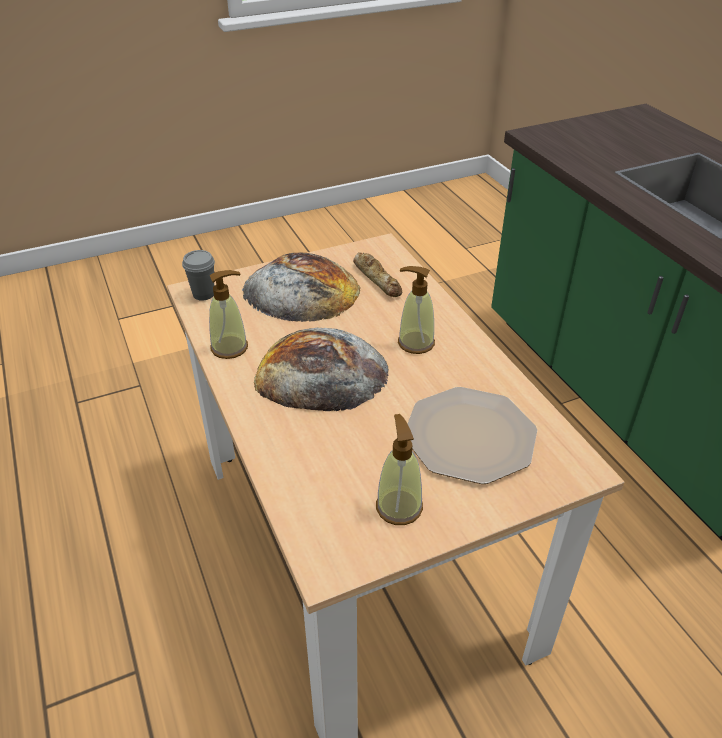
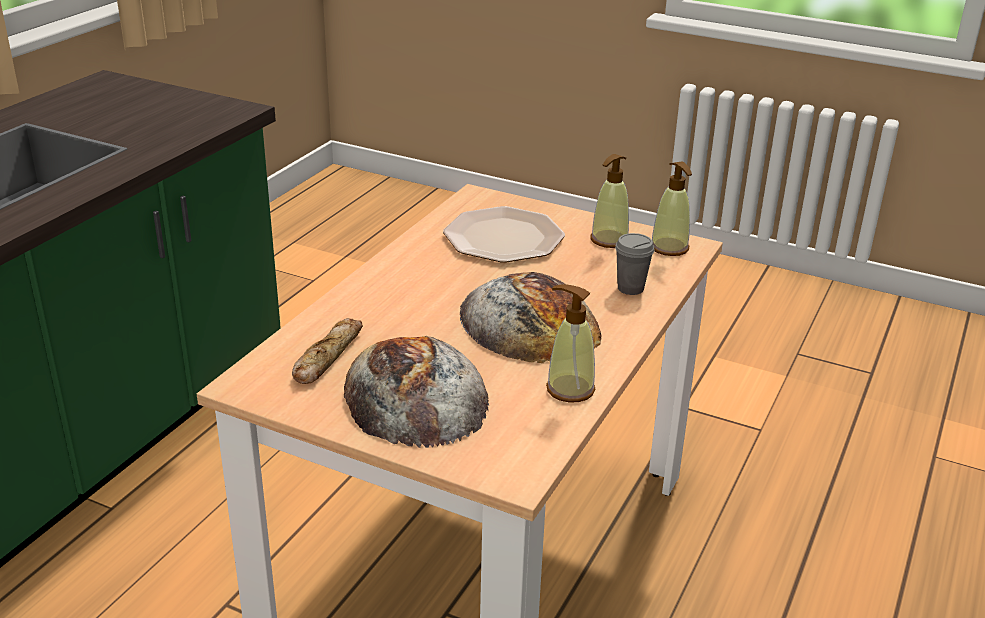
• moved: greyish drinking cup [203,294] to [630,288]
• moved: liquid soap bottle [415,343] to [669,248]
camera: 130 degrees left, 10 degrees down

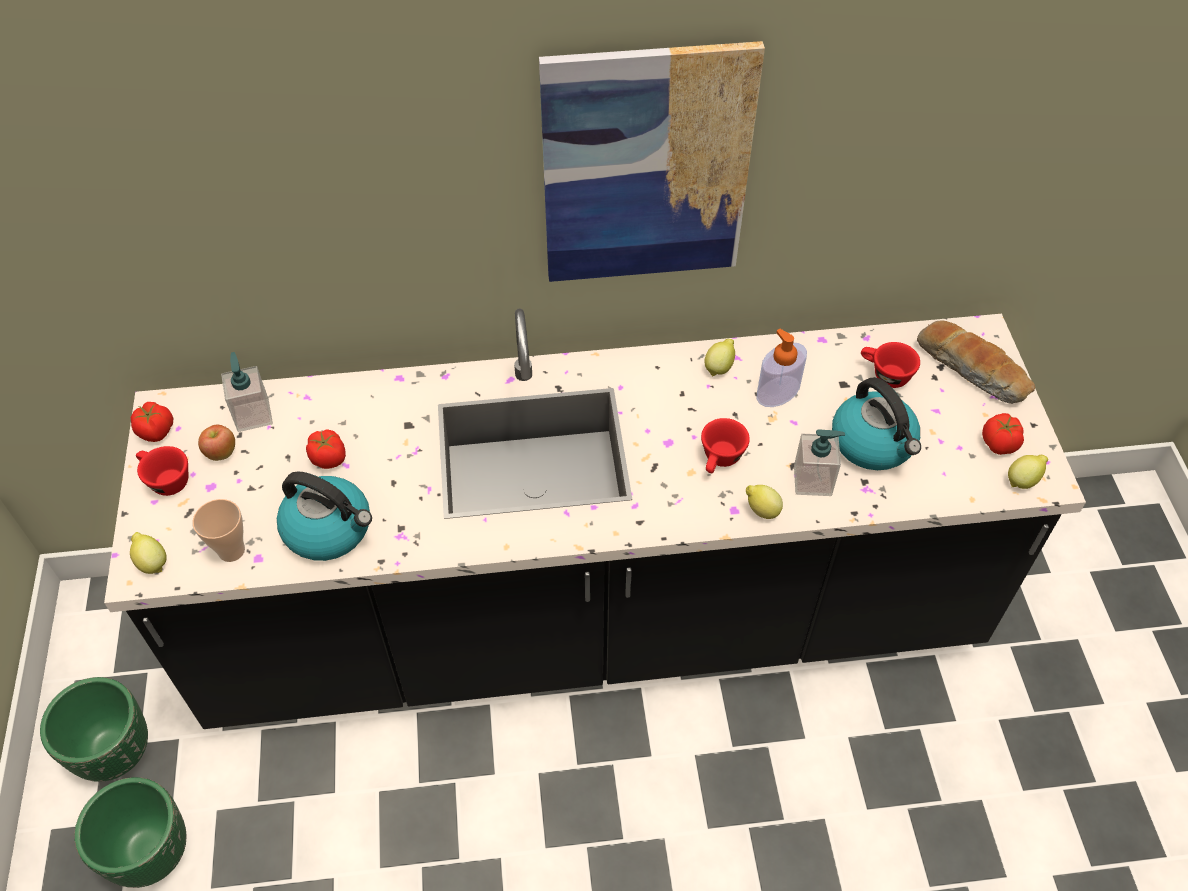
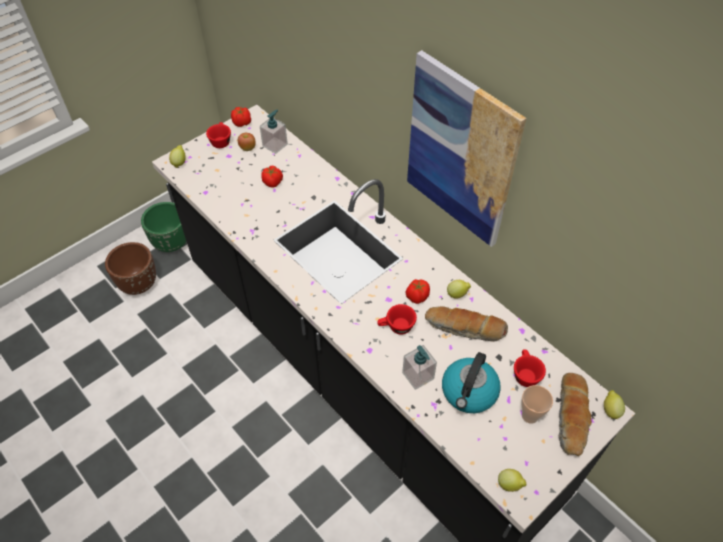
• recoloured: greenish plant pot [152,853] to brown plant pot [139,285]
• moved: drinking cup [231,550] to [530,415]
• removed: water kettle [330,529]
• moved: whole lemon [761,510] to [610,410]
• replaced: liquid soap bottle [778,392] to bread [464,329]
• moved: fresh tomato [998,444] to [417,297]
camera: 55 degrees right, 0 degrees up

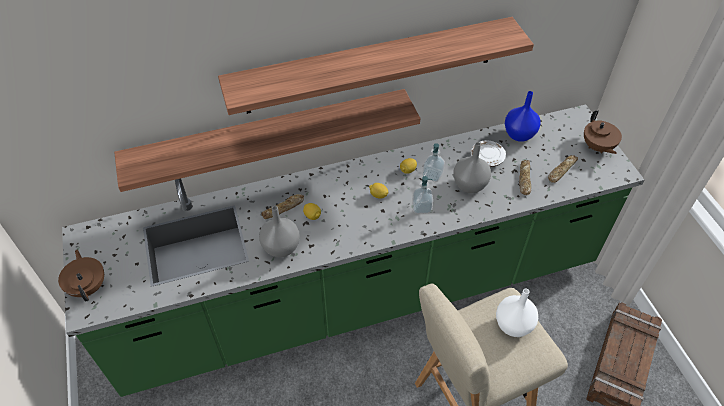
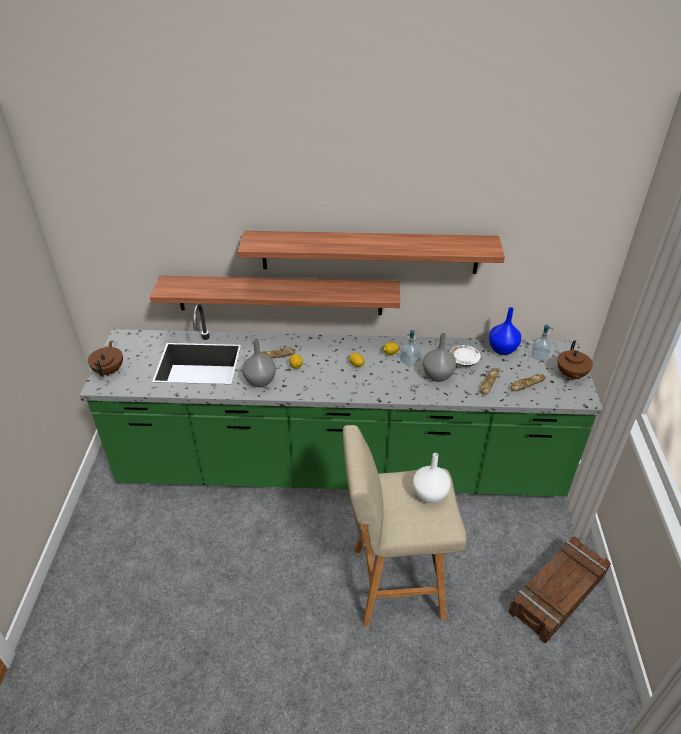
• moved: liquid soap bottle [421,207] to [539,356]
camera: 20 degrees right, 10 degrees down

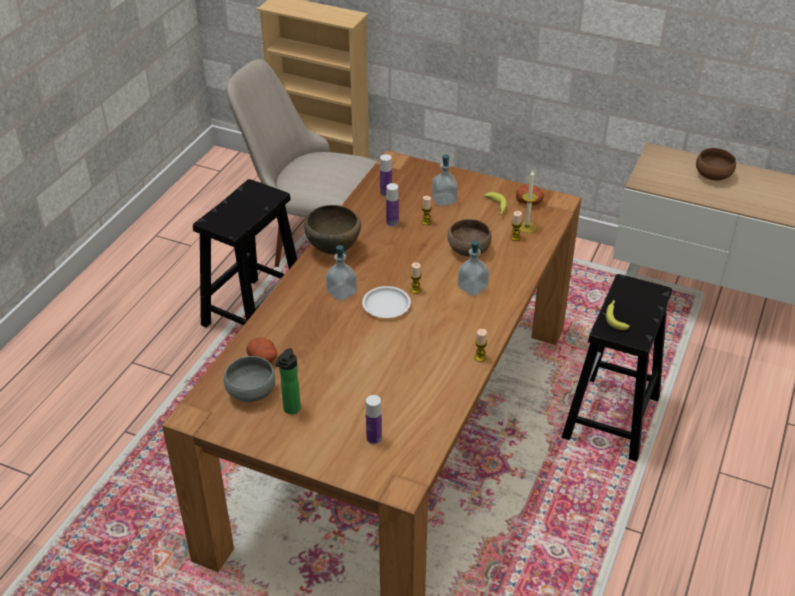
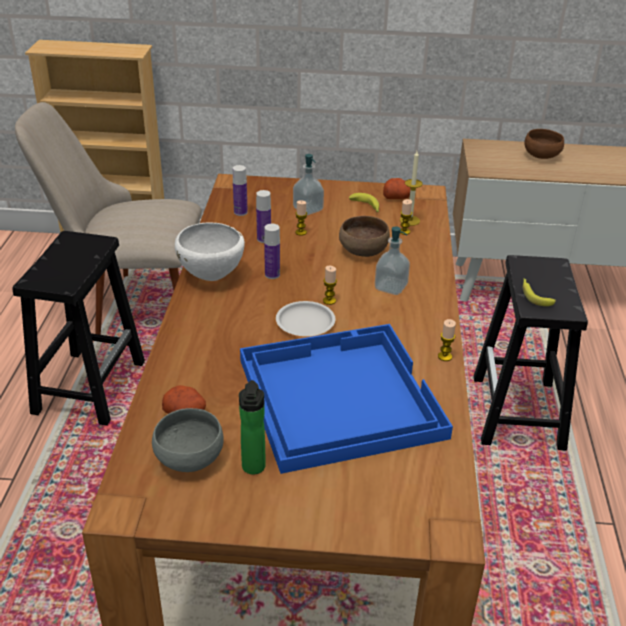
• recoloured: brown bowl [334,250] to whitish bowl [212,277]
• removed: liquid soap bottle [341,293]
• moved: beverage bottle [374,438] to [272,275]
• added: blue-coloured carrying tray [337,397]
camera: 20 degrees left, 5 degrees down

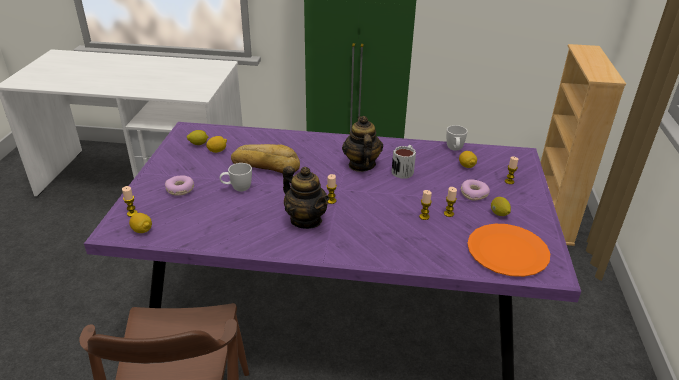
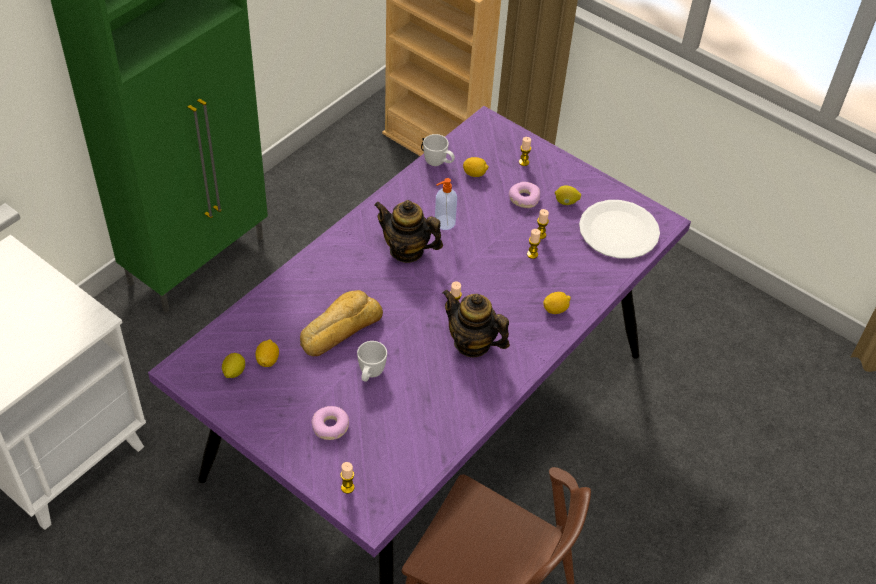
• moved: whole lemon [142,230] to [555,309]
• turned: pot for tea [306,220] = [472,343] 135 degrees counterclockwise
• replaced: coffee mug [404,170] to liquid soap bottle [444,223]
• recoloured: orangey flat dish [507,251] to whitish flat dish [619,231]
camera: 60 degrees left, 15 degrees up

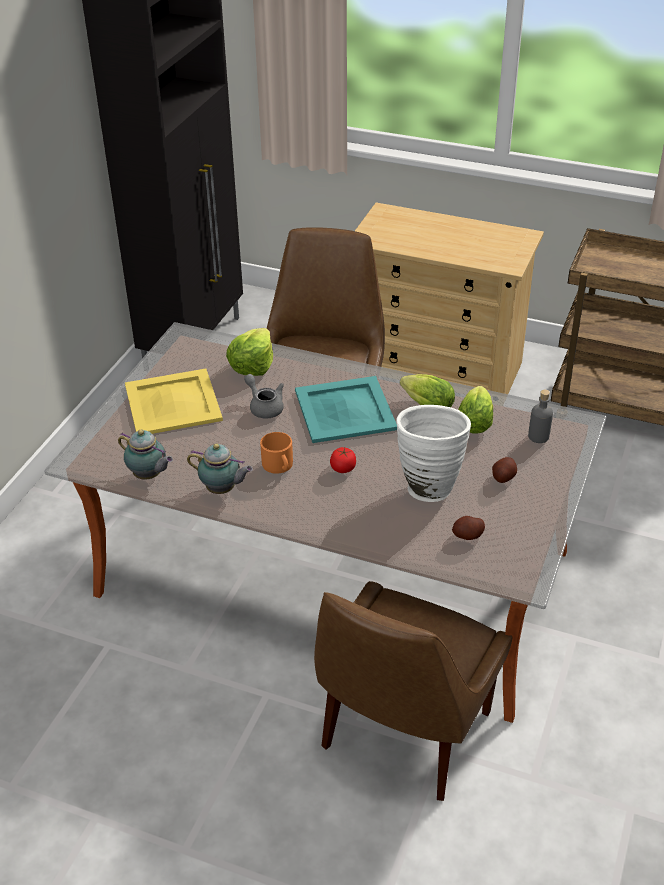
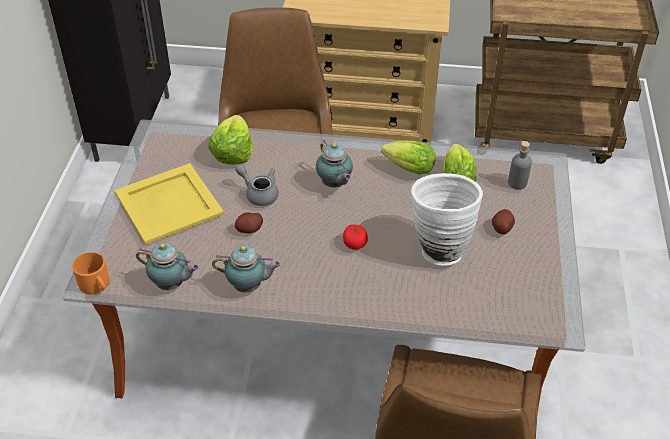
• moved: orangey coffee mug [279,465] to [96,285]
• replaced: turquoise carrying tray [344,409] to pot for tea [334,184]
• moved: whole potato [468,535] to [249,229]
camera: 15 degrees left, 5 degrees up

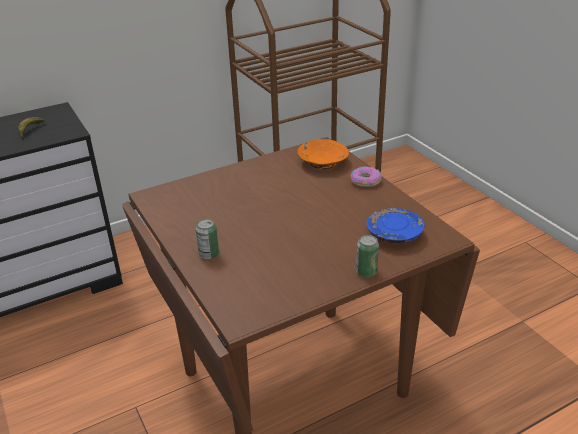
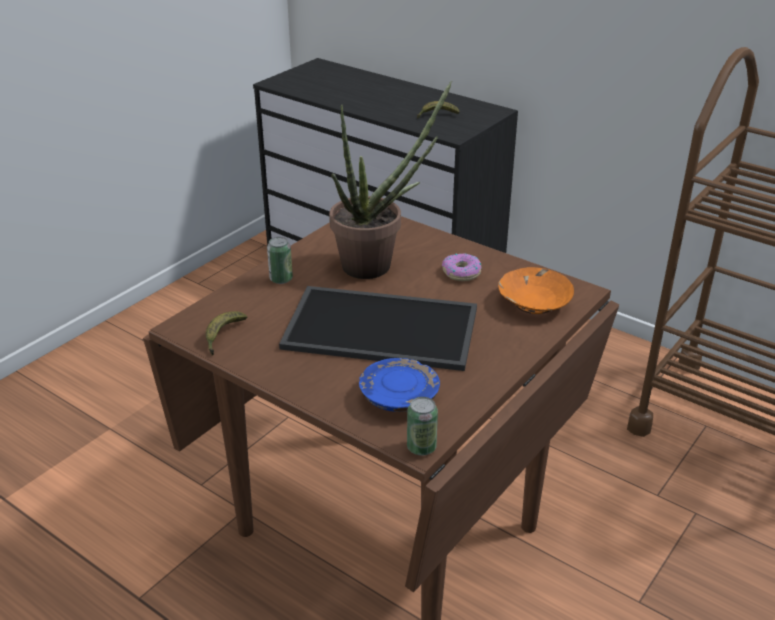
• moved: ring doughnut [365,181] to [461,272]
• moved: can [366,272] to [421,447]
• added: banana [223,336]
• added: carrying tray [383,327]
• added: houseplant [377,264]
camera: 65 degrees right, 0 degrees up

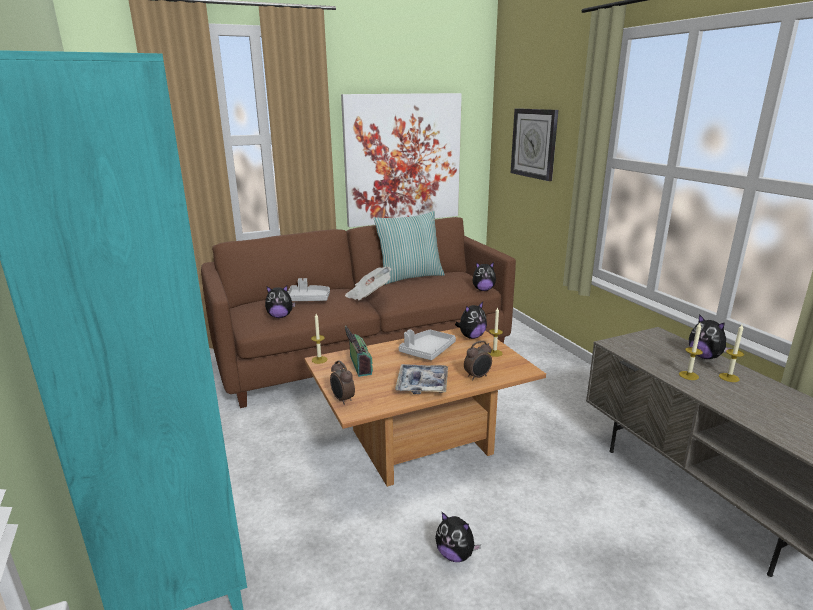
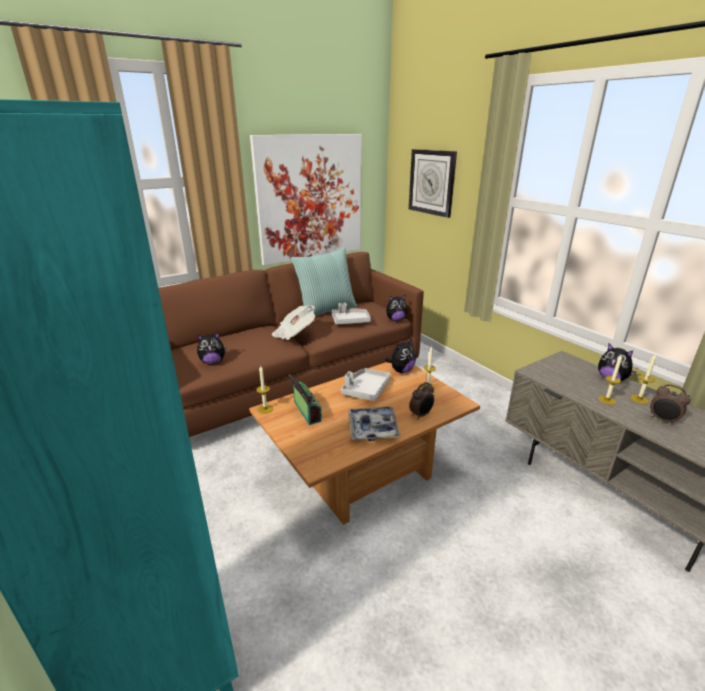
• moved: greyish carrying tray [308,299] to [350,321]
• moved: alarm clock [342,400] to [662,420]
• removed: plush toy [455,554]
camera: 10 degrees left, 5 degrees up

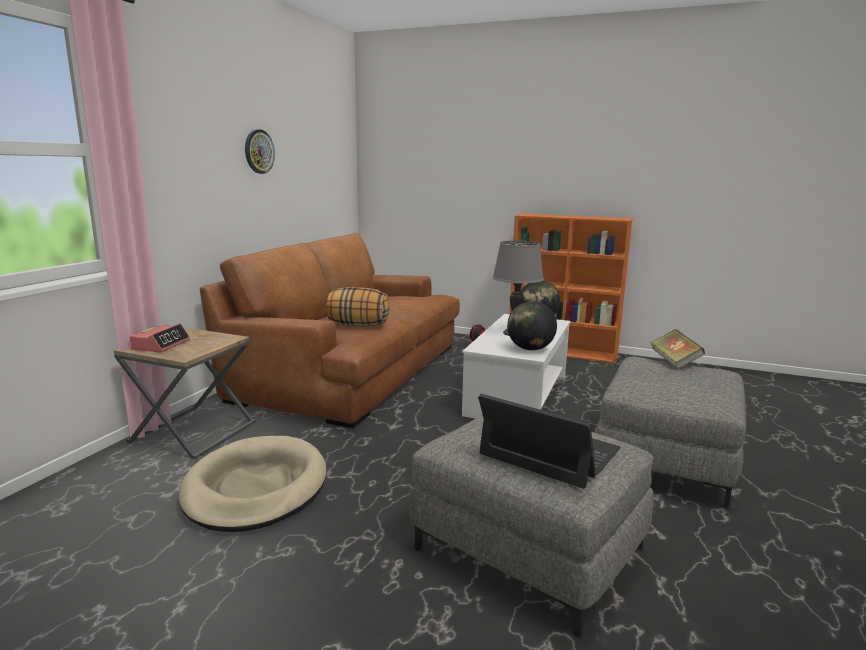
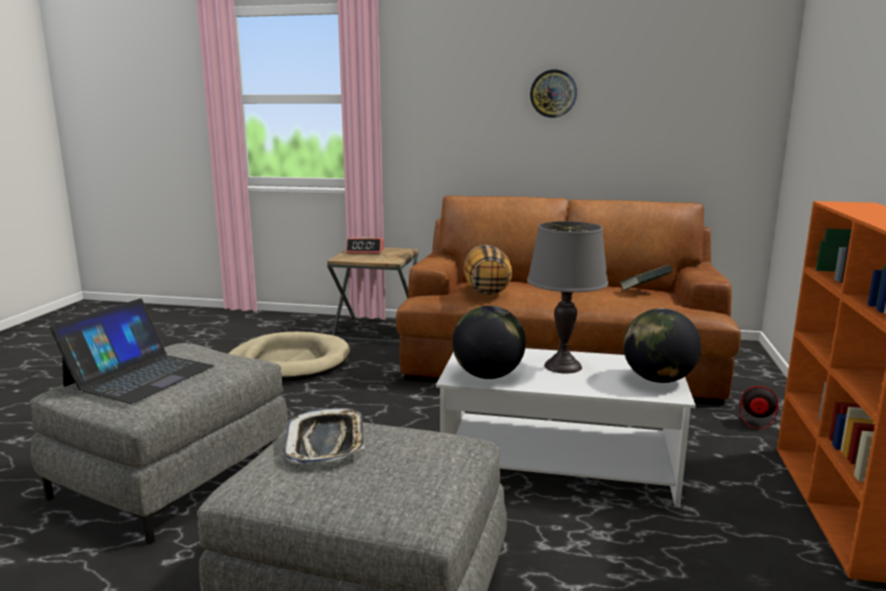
• moved: volume [674,362] to [644,291]
• added: carrying tray [326,443]
camera: 80 degrees right, 0 degrees up

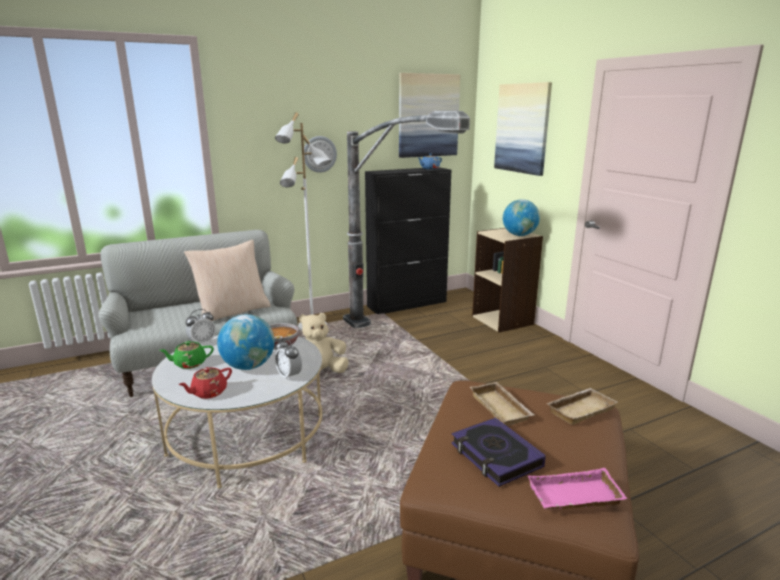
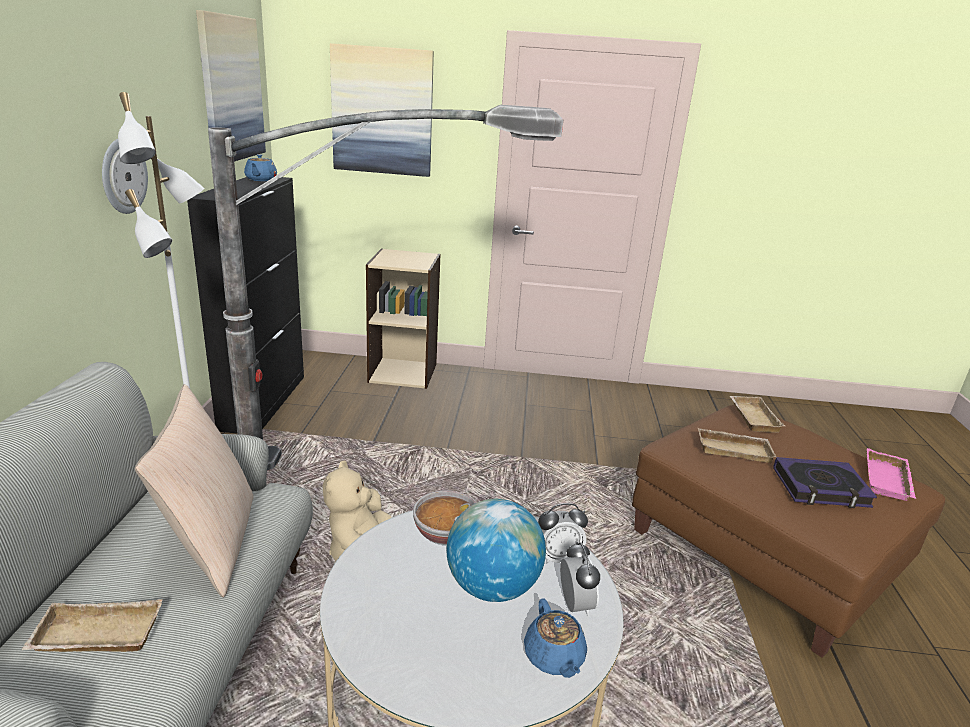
• removed: greenish pot for tea [189,364]
• recoloured: red pot for tea [208,393] to blue-coloured pot for tea [554,657]
• moved: alarm clock [202,343] to [575,605]
• removed: desk globe [519,235]
• added: sand-coloured carrying tray [95,637]
camera: 60 degrees left, 5 degrees up

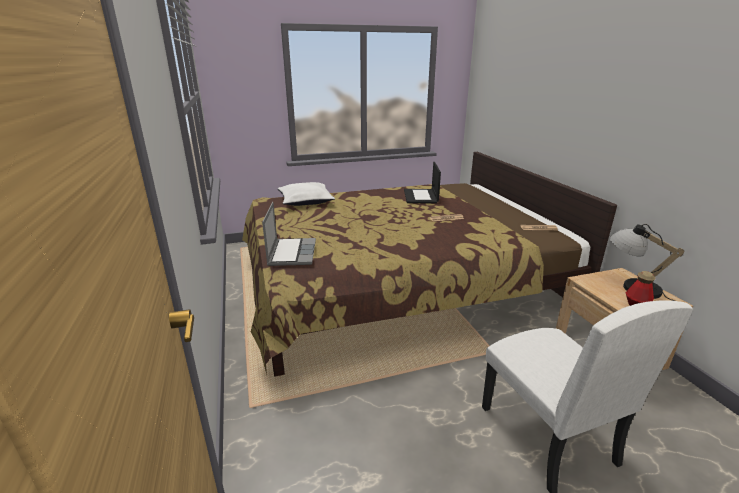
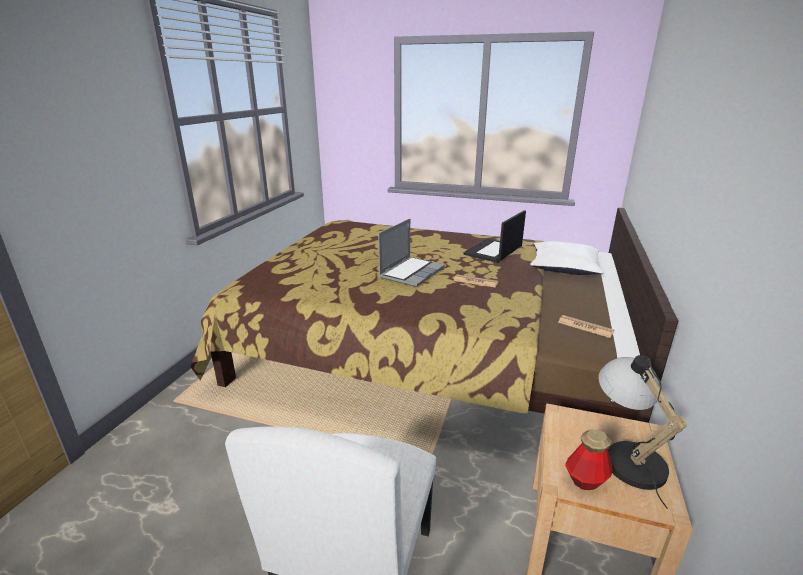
• moved: portable computer [291,253] to [411,272]
• moved: whitish pillow [305,201] to [564,267]
camera: 35 degrees right, 0 degrees up

